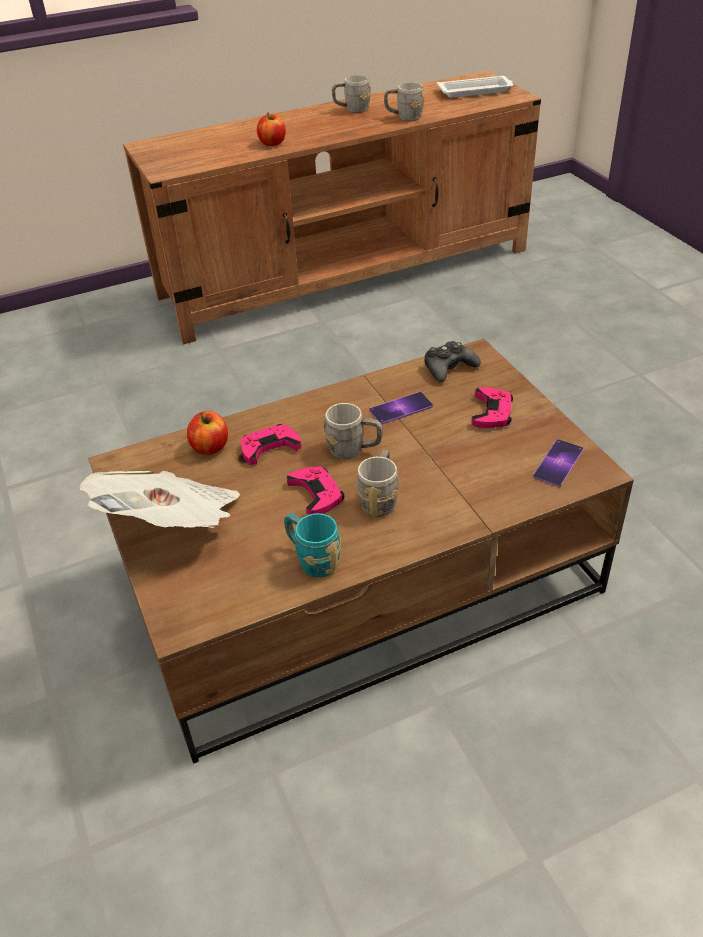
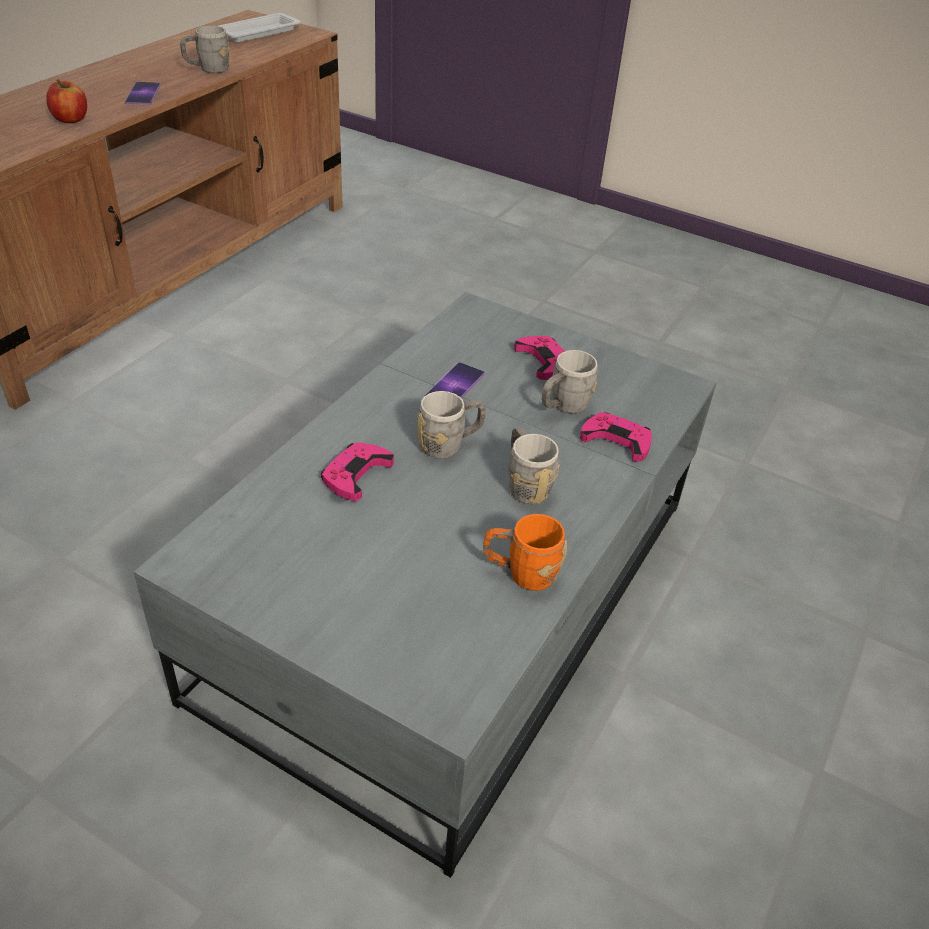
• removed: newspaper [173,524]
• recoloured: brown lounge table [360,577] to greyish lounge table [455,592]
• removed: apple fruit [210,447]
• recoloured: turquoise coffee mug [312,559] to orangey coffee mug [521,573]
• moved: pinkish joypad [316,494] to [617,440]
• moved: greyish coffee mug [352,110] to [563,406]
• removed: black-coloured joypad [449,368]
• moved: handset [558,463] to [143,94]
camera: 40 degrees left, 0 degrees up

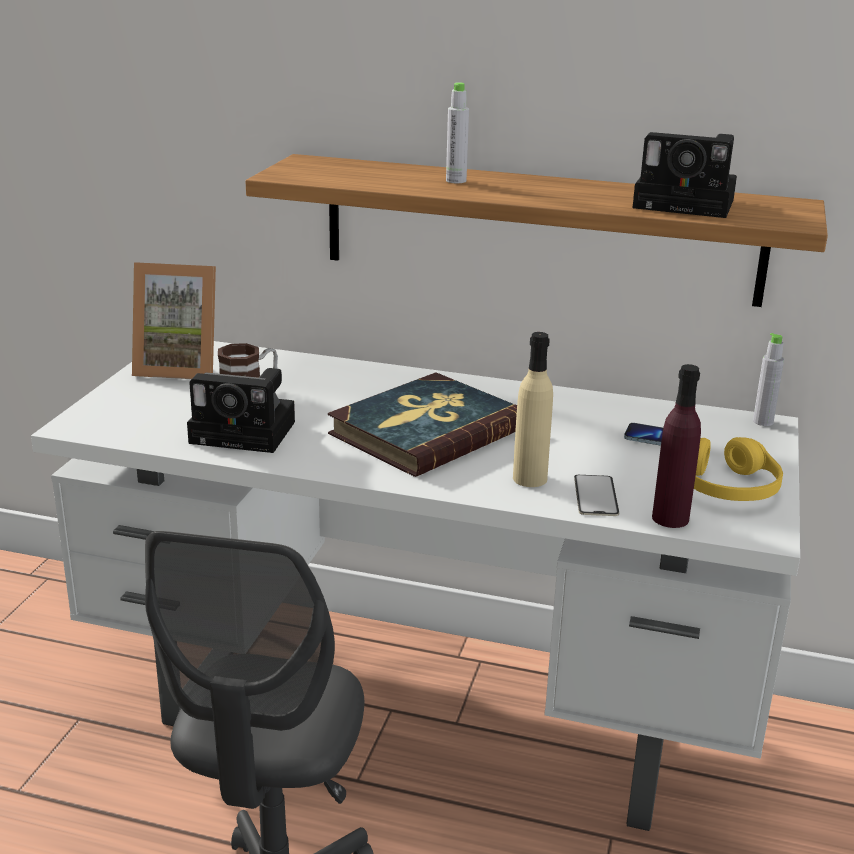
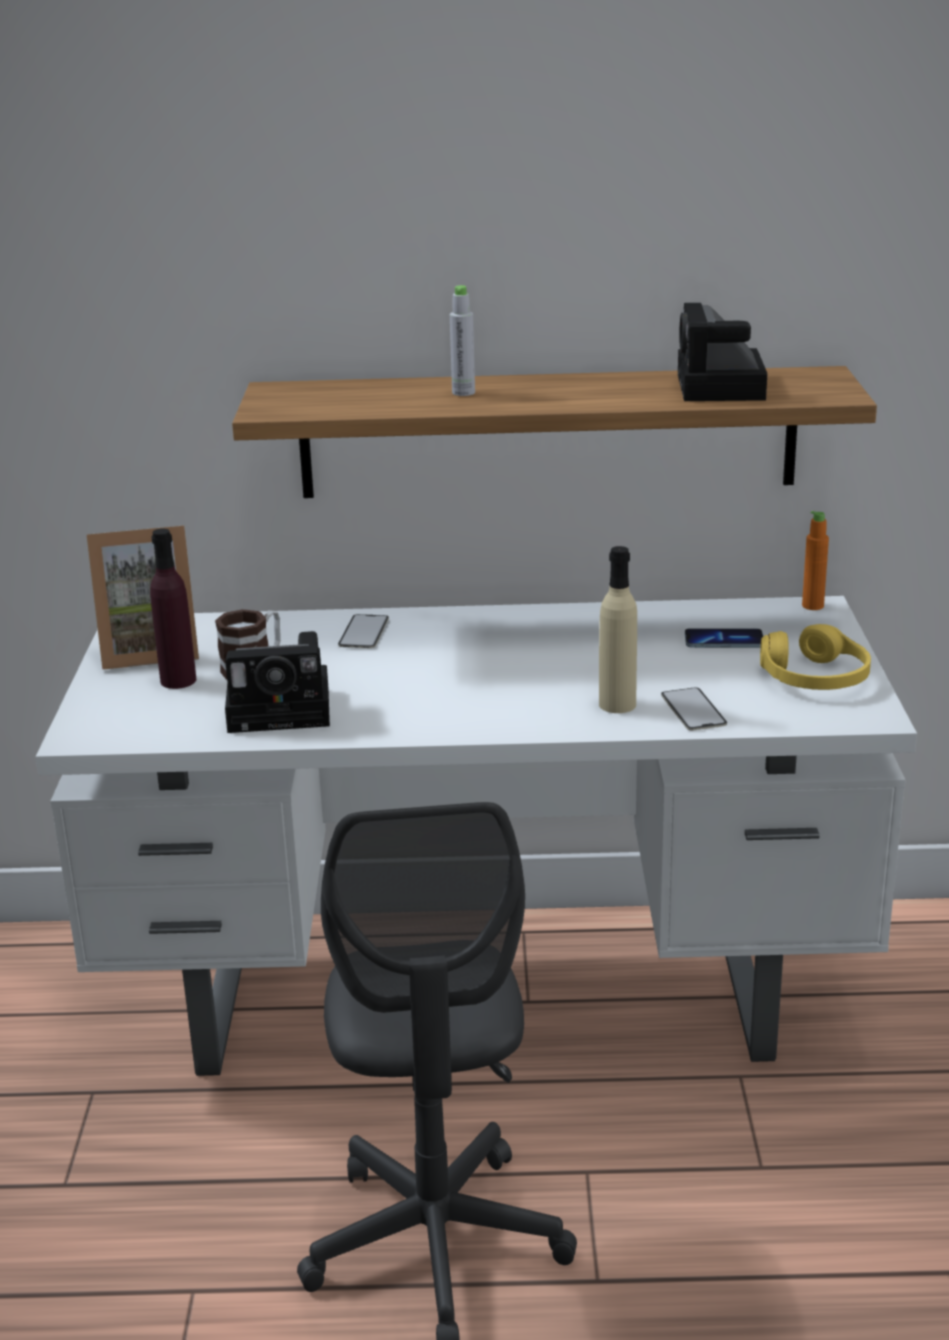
• removed: volume [426,431]
• turned: photo camera [689,204] = [722,388] 90 degrees clockwise
• moved: purple beverage bottle [670,518] to [178,680]
• recoloured: greyish beverage bottle [763,422] to orangey beverage bottle [812,606]
• added: handset [364,632]
camera: 15 degrees left, 0 degrees up

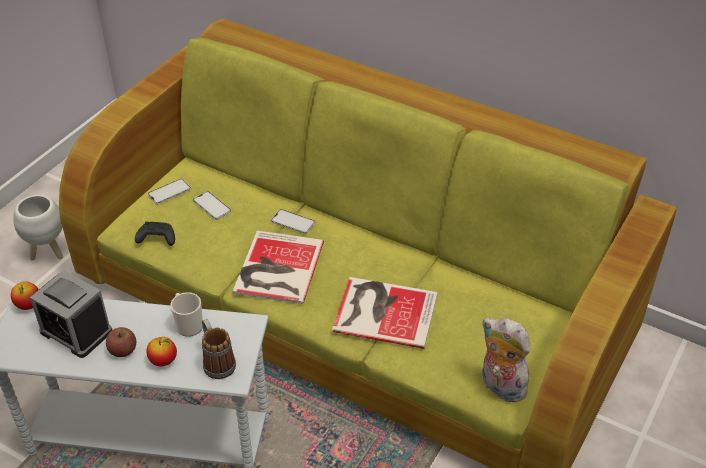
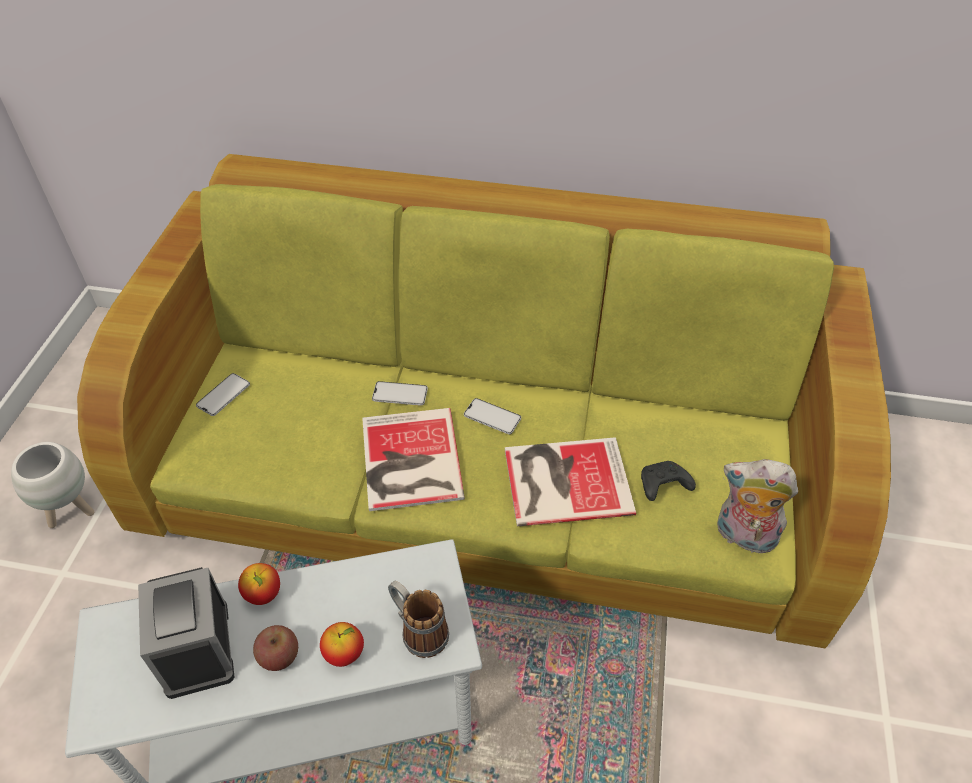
• moved: apple fruit [28,305] to [263,594]
• turned: alarm clock [76,331] = [197,648] 60 degrees clockwise
• moved: black-coloured joypad [156,239] to [662,486]
• removed: coffee mug [188,324]
• moved: handset [211,206] to [492,416]
camera: 20 degrees left, 5 degrees up

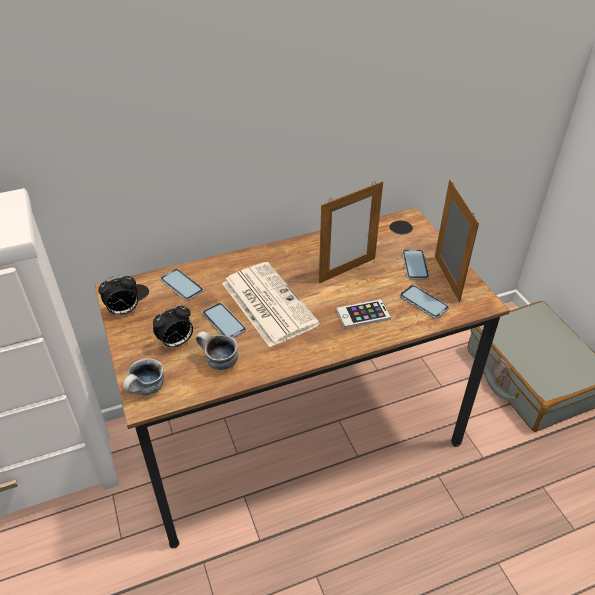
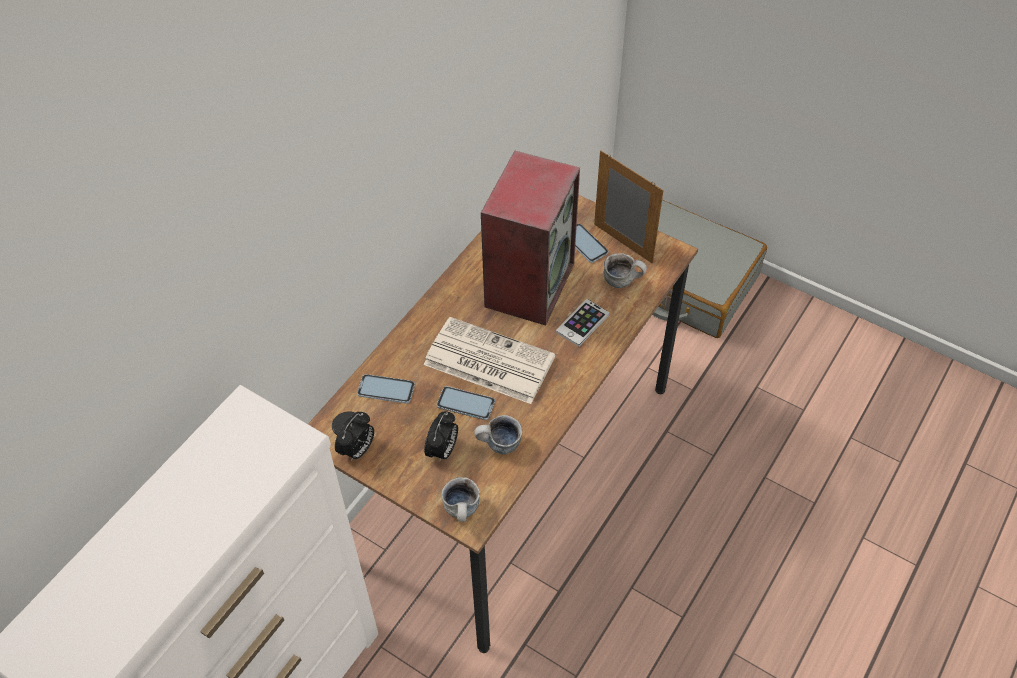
• replaced: standing frame [347,270] to loudspeaker [529,283]
• replaced: handset [423,302] to coffee mug [623,280]
camera: 35 degrees left, 10 degrees up

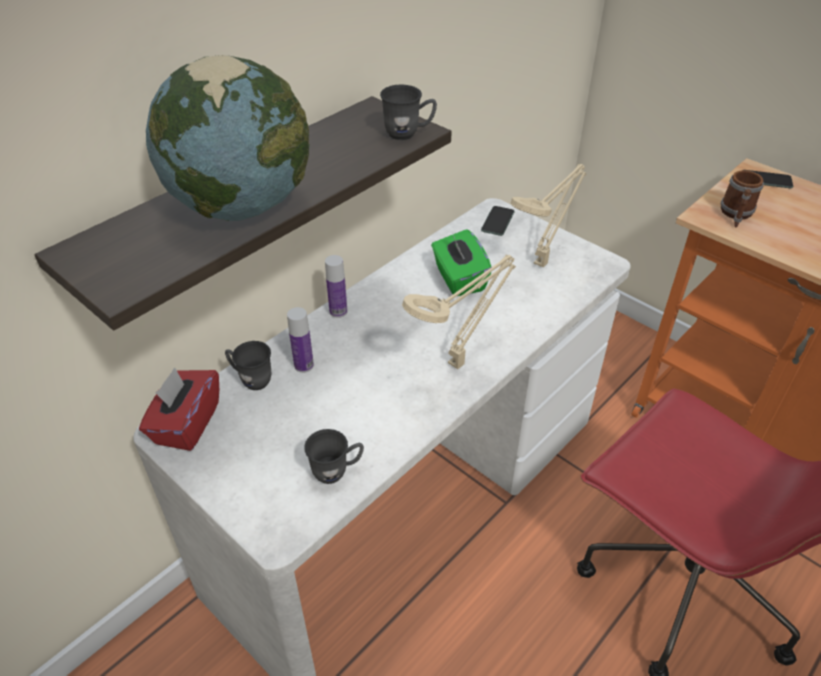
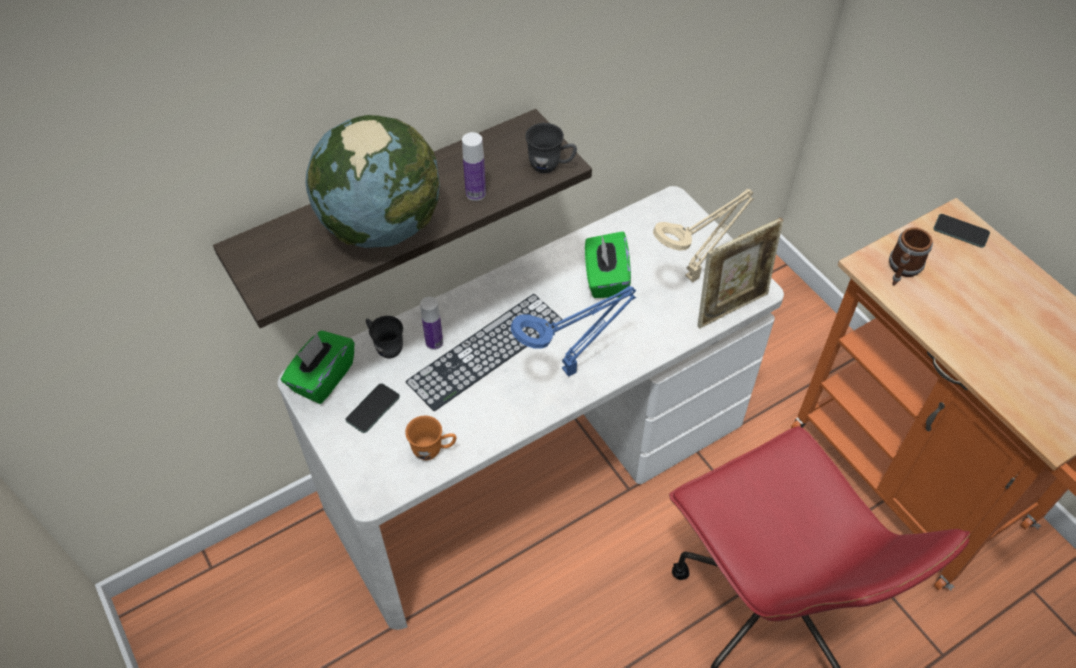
• recoloured: red tissue holder [186,424] to greenish tissue holder [322,378]
• recoloured: greyish coffee mug [337,471] to orangey coffee mug [433,450]
• moved: beverage bottle [338,311] to [475,193]
• recoloured: sand-coloured table lamp [459,362] to blue-coloured table lamp [573,369]
• moved: handset [497,221] to [373,408]
• added: computer keyboard [486,351]
• added: standing frame [731,307]
camera: 15 degrees right, 10 degrees up

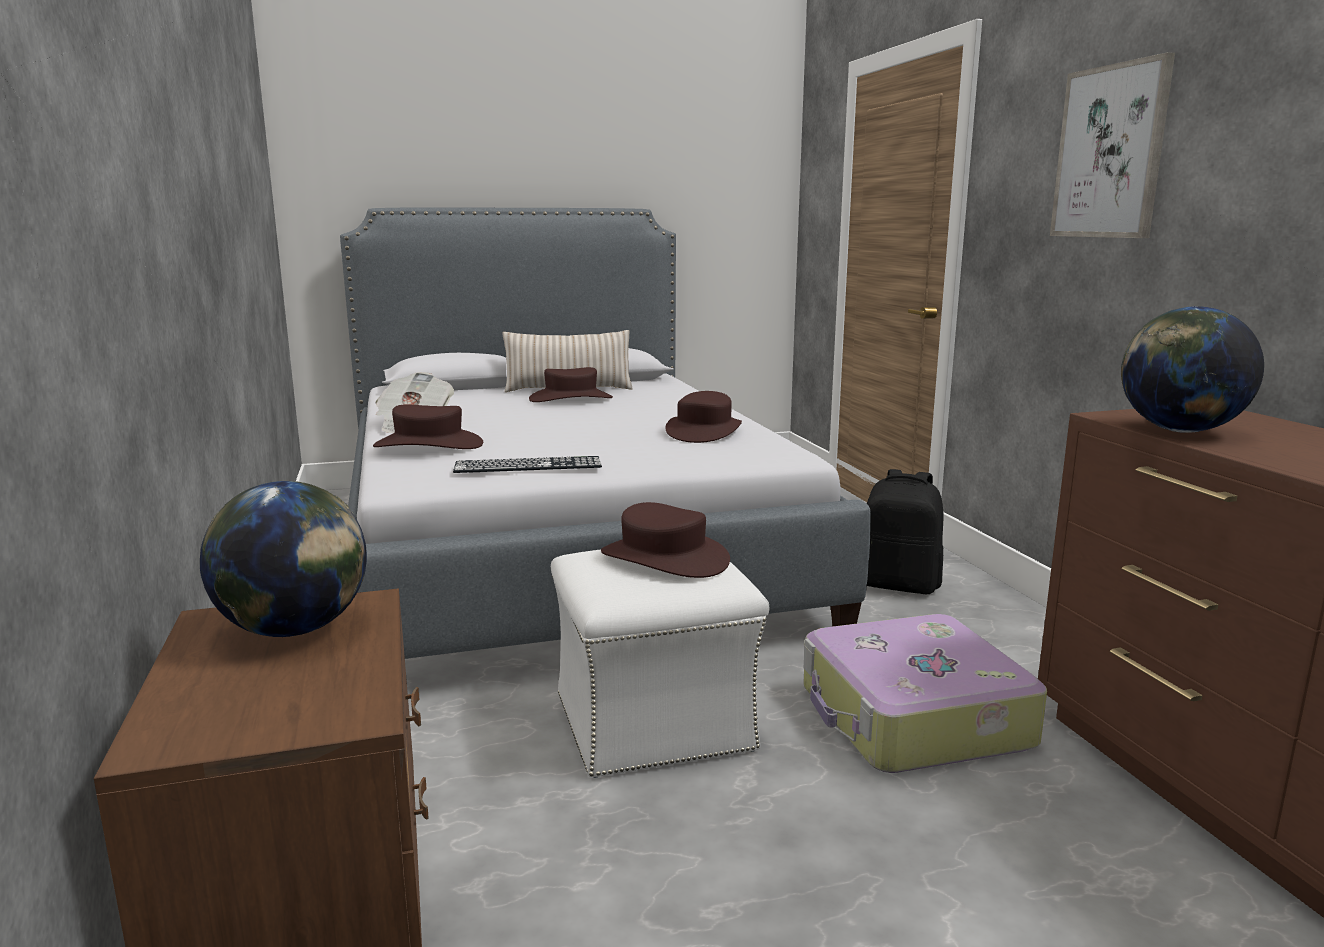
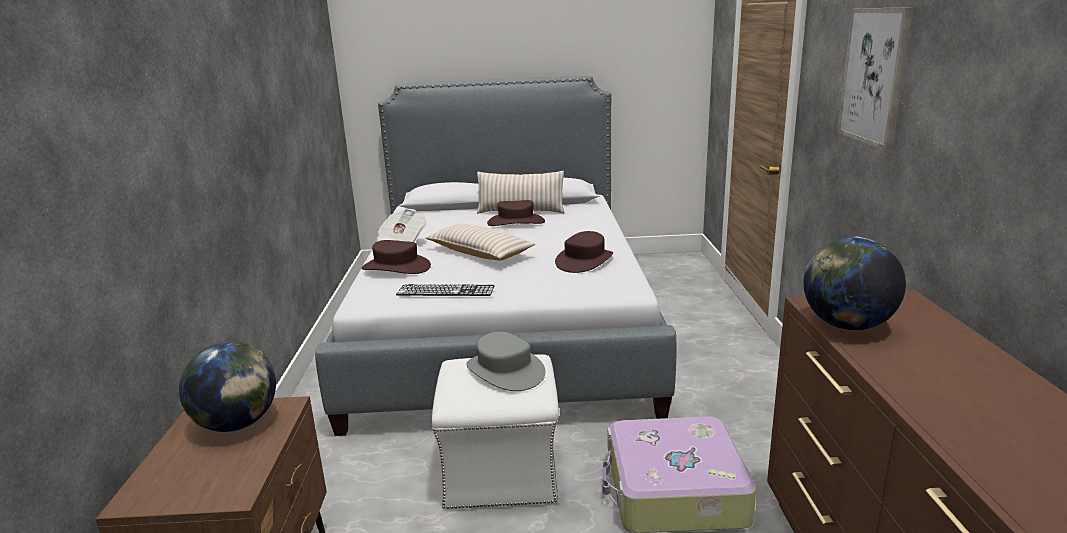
• recoloured: brown hat [664,558] to greyish hat [505,371]
• removed: black-coloured rucksack [899,585]
• added: sand-coloured pillow [479,253]
camera: 15 degrees right, 5 degrees up

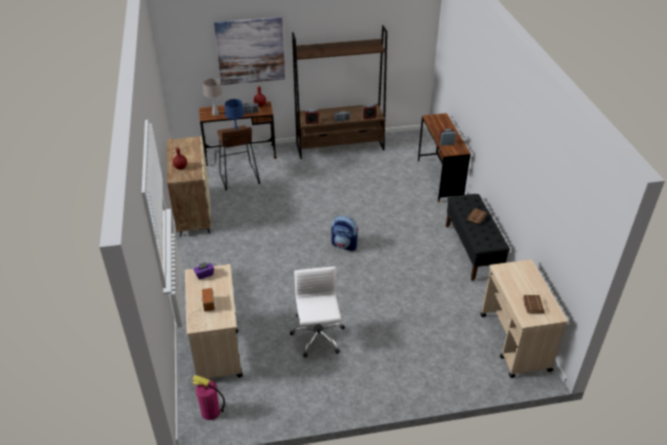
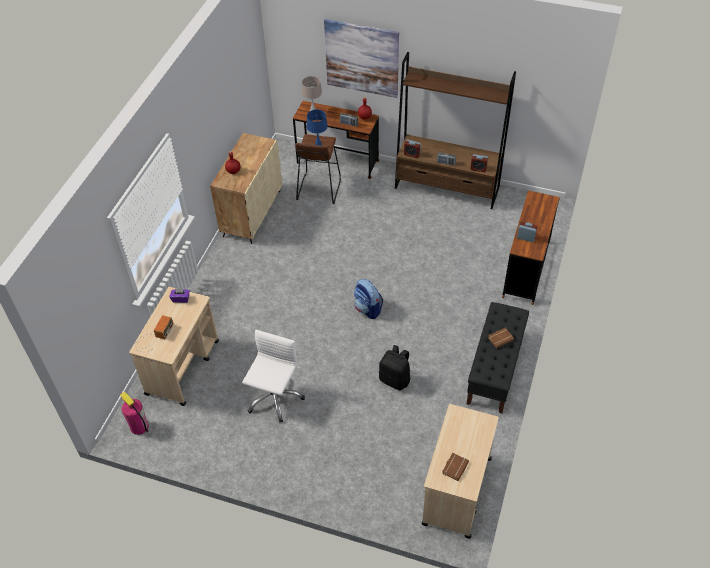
• added: black-coloured rucksack [395,379]
camera: 30 degrees right, 10 degrees up

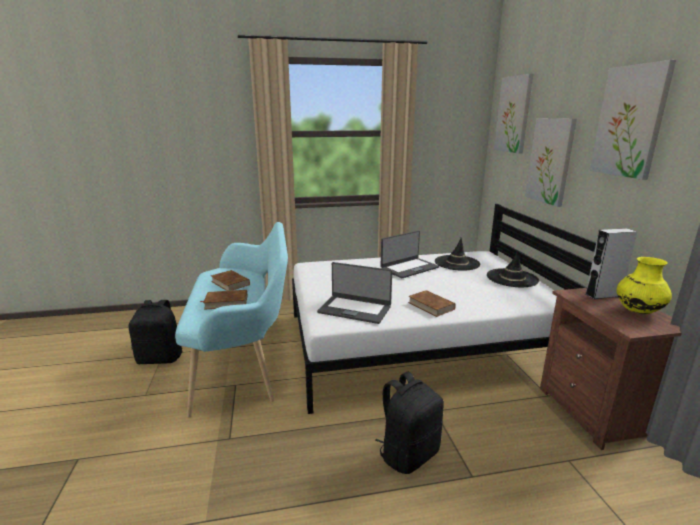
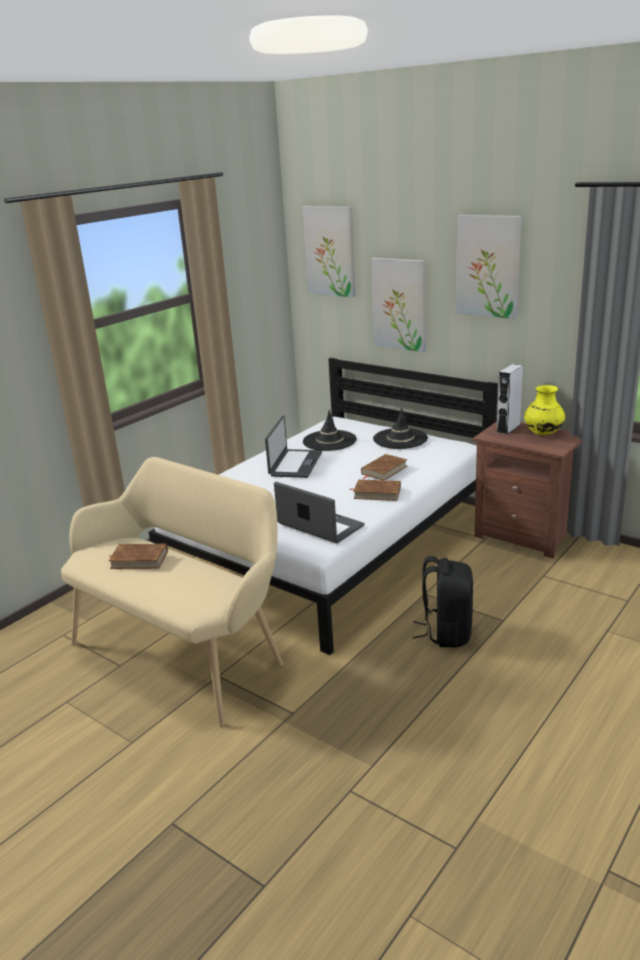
• removed: black-coloured rucksack [160,358]
• recoloured: turquoise long seat [245,359] to sand-coloured long seat [184,651]
• moved: brown volume [226,302] to [384,470]
• turned: portable computer [355,309] = [319,525] 120 degrees counterclockwise
camera: 40 degrees left, 5 degrees up

